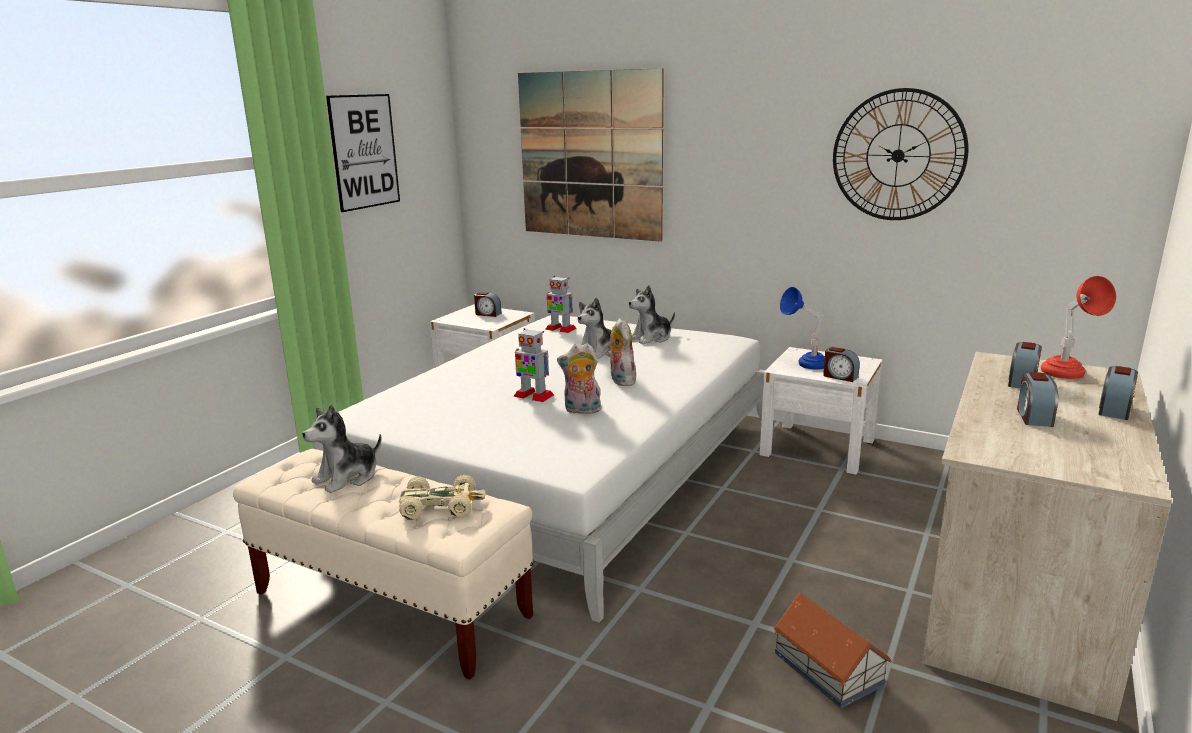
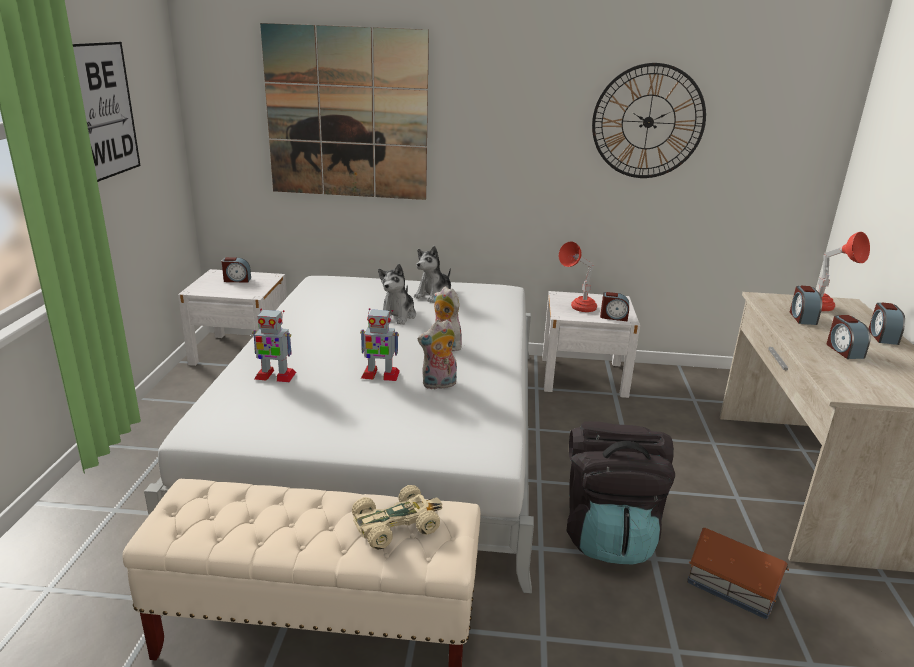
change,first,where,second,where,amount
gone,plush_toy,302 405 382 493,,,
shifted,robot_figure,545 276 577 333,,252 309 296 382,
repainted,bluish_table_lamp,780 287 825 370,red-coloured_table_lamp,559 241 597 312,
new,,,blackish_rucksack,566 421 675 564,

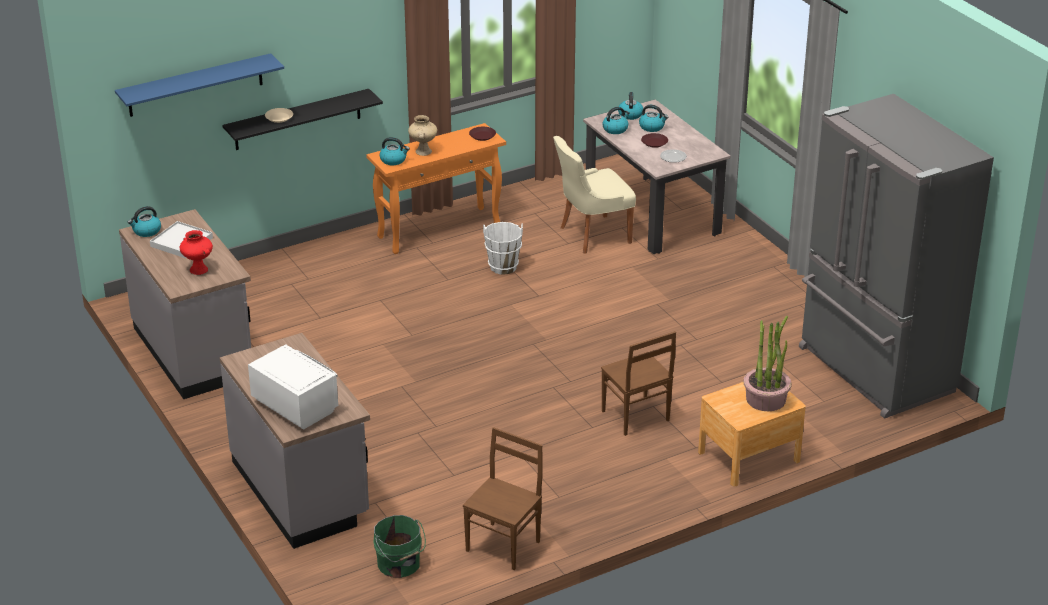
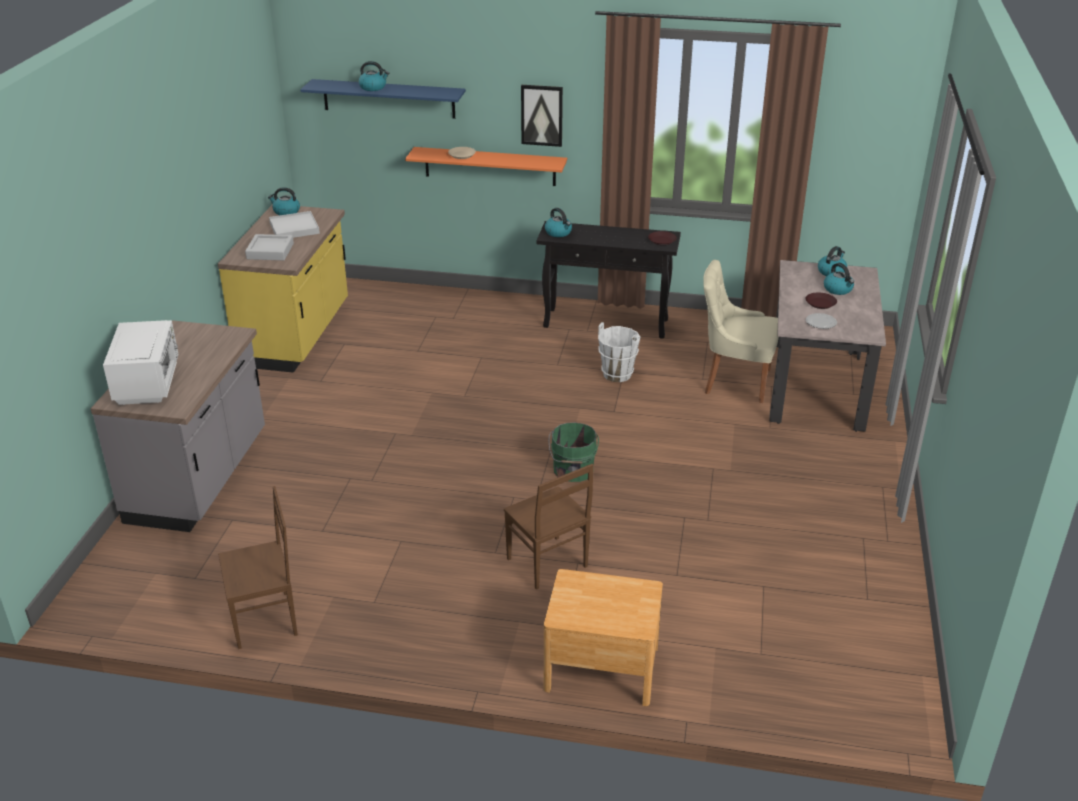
change,first,where,second,where,amount
repainted,greyish_kitchen_base_unit,119 209 251 399,yellow-coloured_kitchen_base_unit,218 204 348 373,
swapped,red-coloured_vase,180 230 213 275,greyish_tray,245 234 294 260,
repainted,blackish_bracket_shelf,222 89 383 150,orange_bracket_shelf,405 147 567 186,
repainted,orange_hall_table,366 123 506 254,blackish_hall_table,537 221 681 339,
shifted,greenish_water_bucket,374 515 426 578,,548 423 599 482,
gone,sand-coloured_vase,408 115 437 156,,,
rotated,brownish_plain_chair,601 331 676 436,,504 464 593 590,45 degrees counterclockwise
shifted,water_kettle,602 107 630 134,,358 61 389 91,
gone,potted_plant,743 316 792 411,,,
gone,greyish_refrigerator,799 94 994 419,,,
new,,,wall_picture,521 85 563 147,

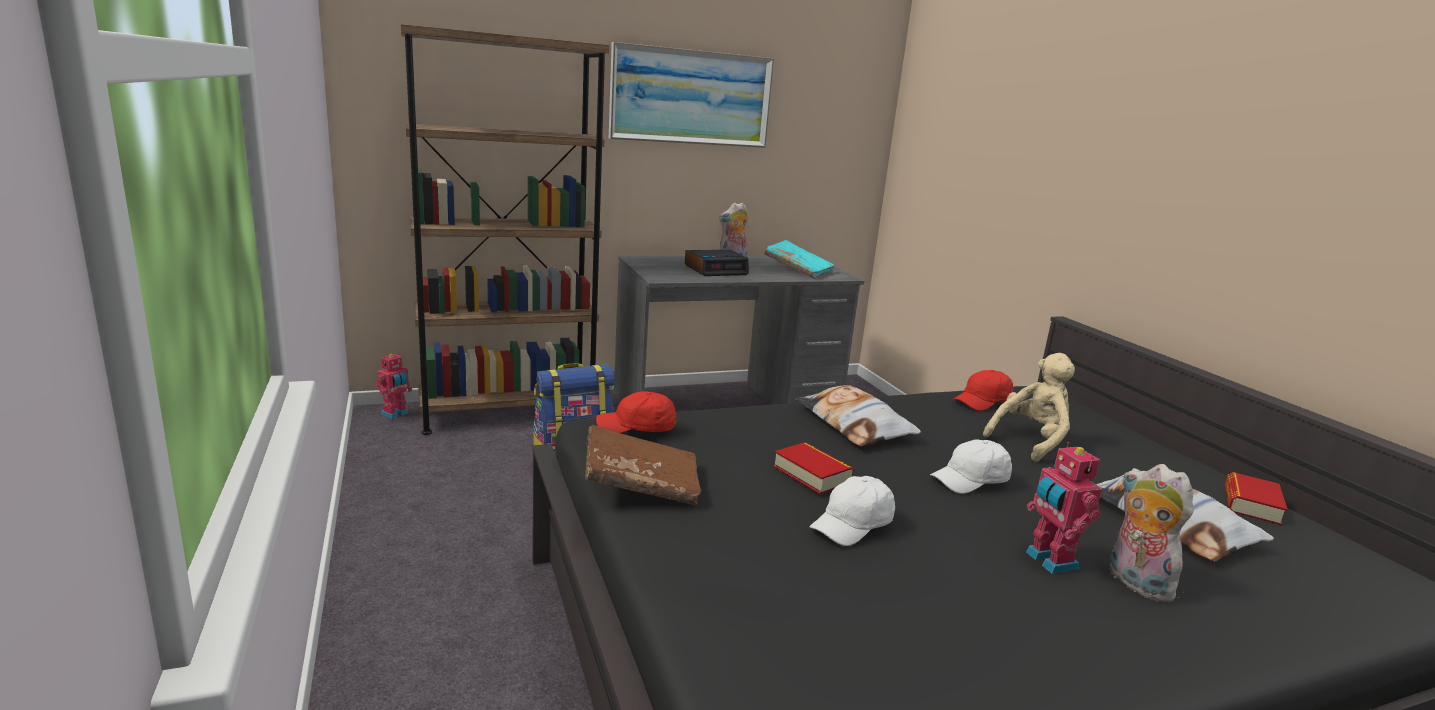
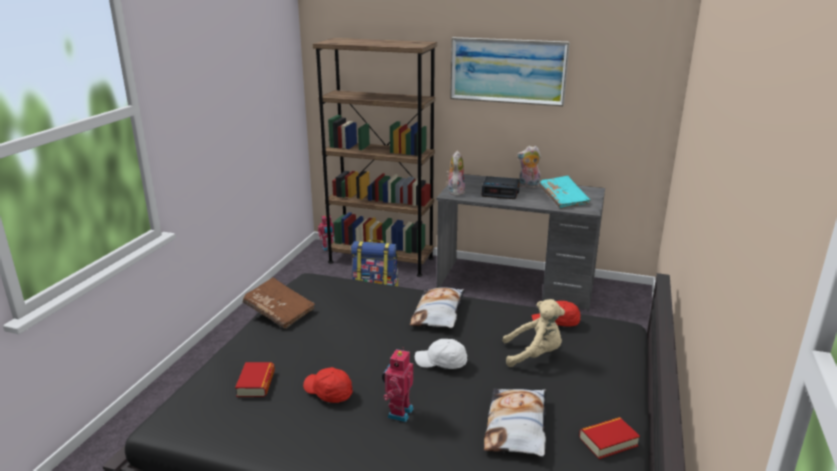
change,first,where,second,where,amount
shifted,red-coloured_cap,596 391 677 433,,303 367 353 403,
shifted,bound_book,773 442 854 494,,235 362 275 397,
gone,white-coloured_cap,809 476 895 546,,,
shifted,plush_toy,1110 464 1193 602,,446 151 465 196,

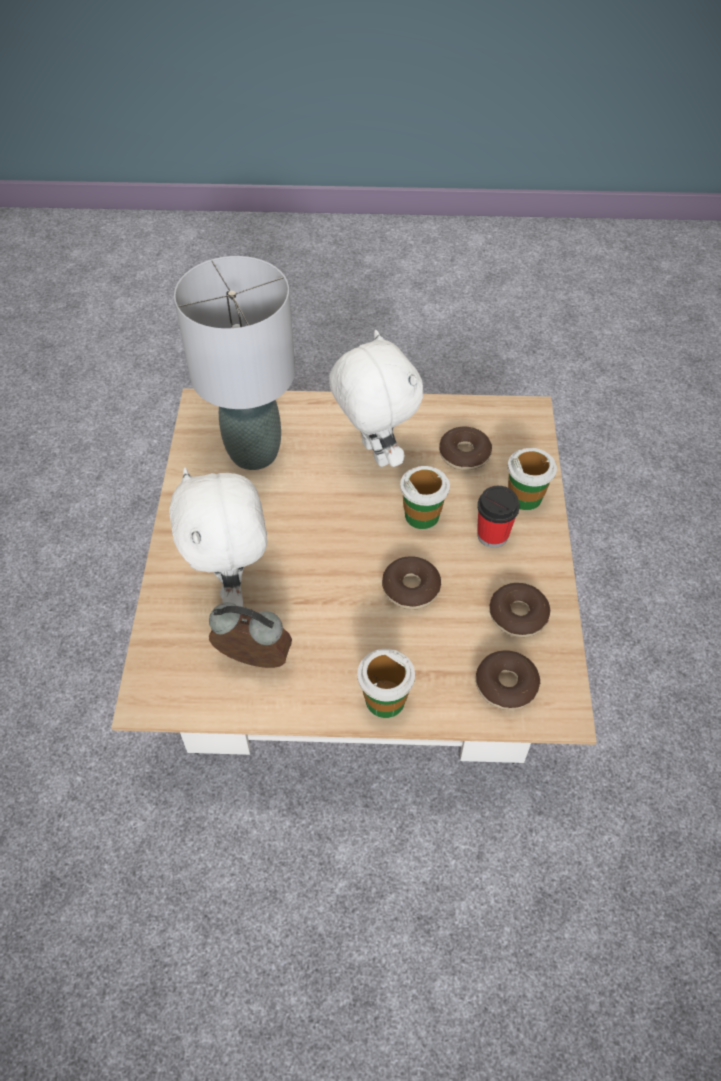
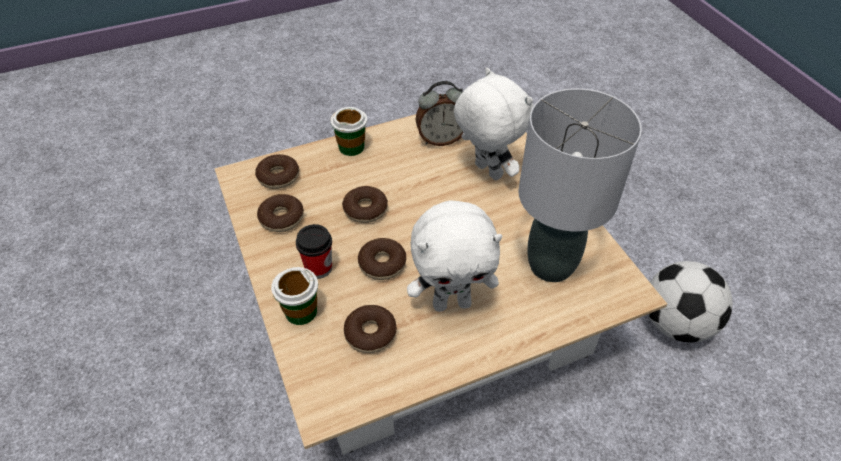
change,first,where,second,where,amount
rotated,white-coloured_plush_toy,329 330 423 467,,407 200 503 312,45 degrees counterclockwise
swapped,small_cup,400 466 450 529,doughnut,358 238 406 280,
new,,,football_ball,648 261 733 343,

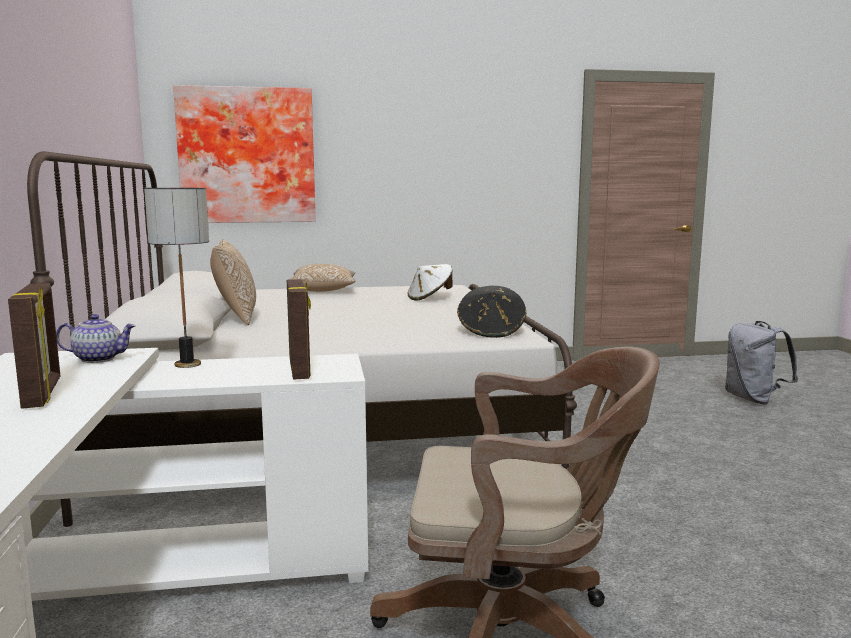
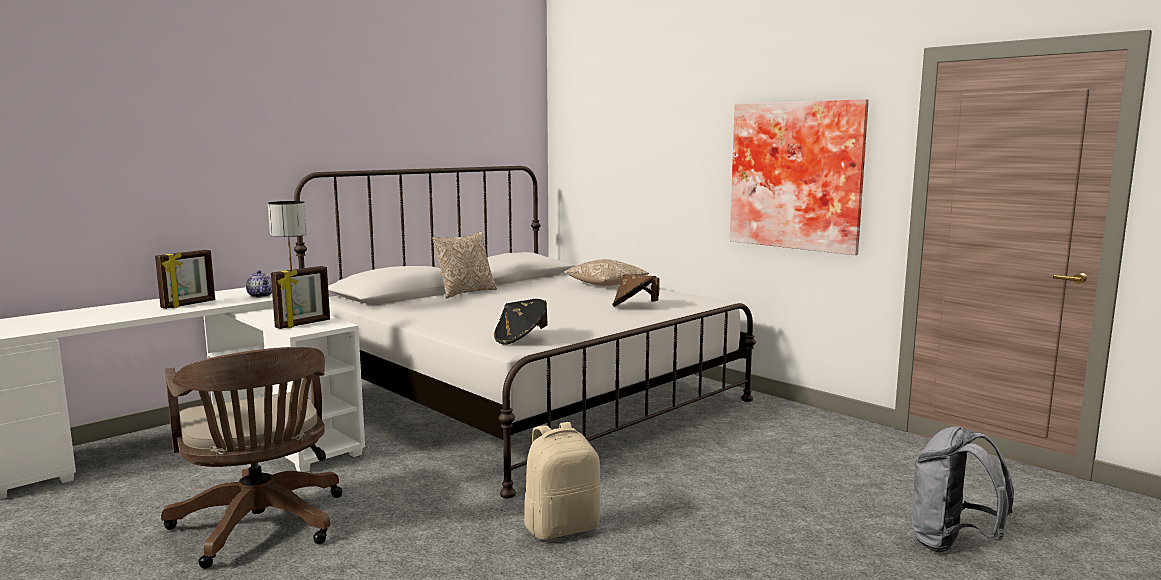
change,first,where,second,where,amount
shifted,wall_picture,173 85 316 223,,730 99 869 255,
repainted,white-coloured_hat,407 264 453 301,brownish_hat,613 274 660 307,
new,,,sand-coloured_rucksack,524 422 600 540,

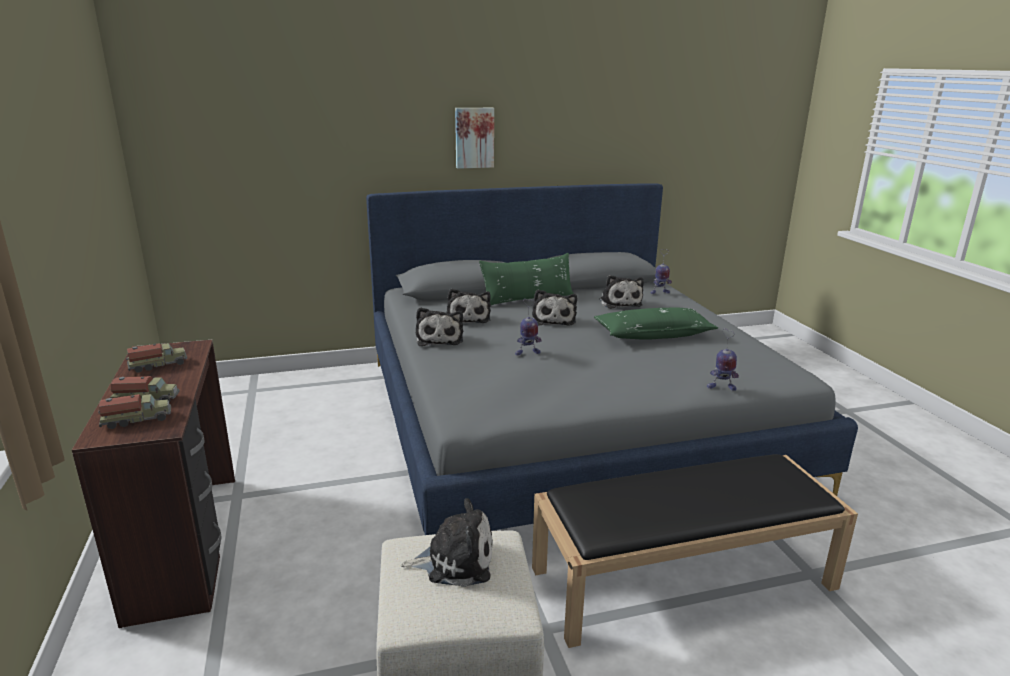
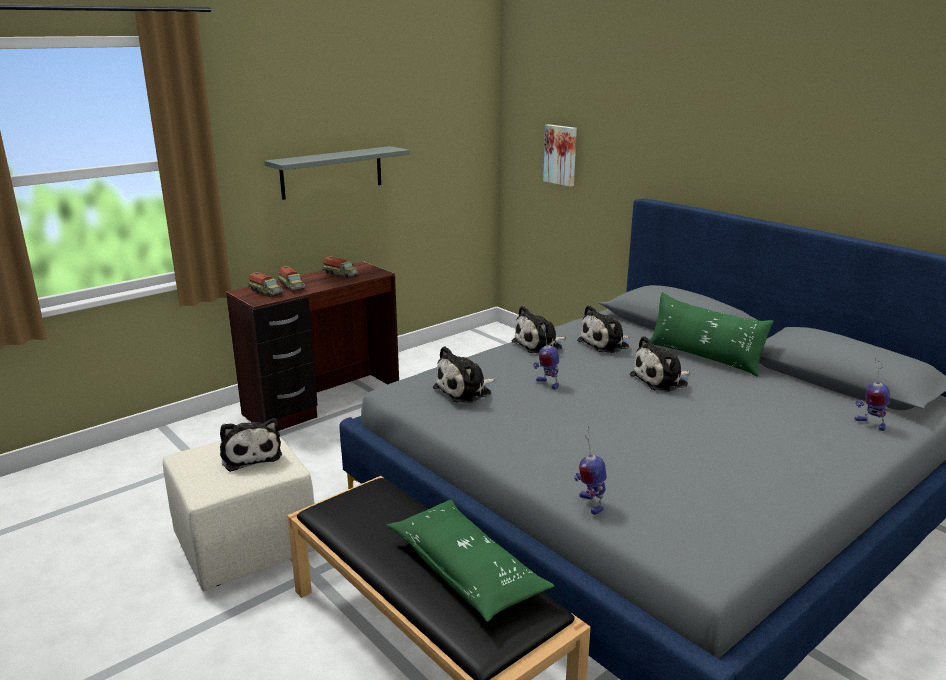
change,first,where,second,where,amount
shifted,wall_picture,455 108 494 169,,543 124 577 187,
shifted,greenish_throw_pillow,594 307 718 340,,386 500 555 622,
shifted,plush_toy,599 275 644 309,,433 346 495 403,
new,,,greyish_bracket_shelf,264 146 410 200,

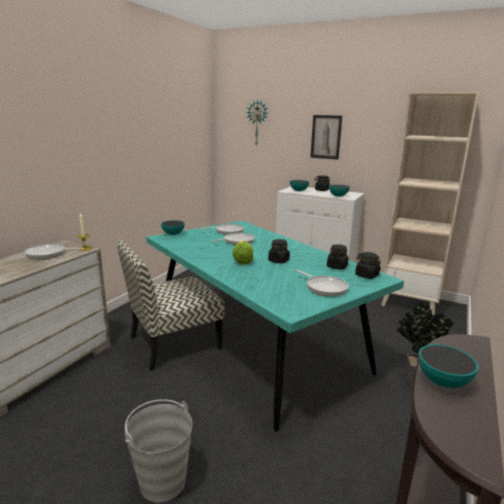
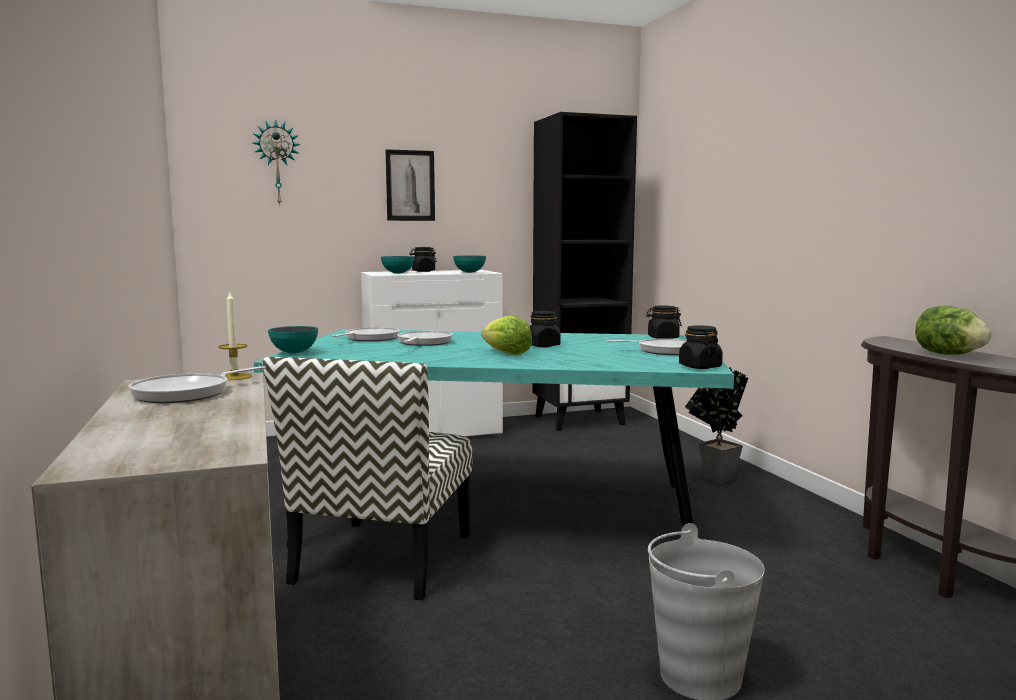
change,first,where,second,where,amount
shifted,blackish_storage_jar,327 244 348 270,,679 325 723 369,
repainted,sand-coloured_bookcase,381 91 479 315,blackish_bookcase,532 112 637 431,
swapped,deep_dish,419 344 479 388,lettuce,915 306 992 355,

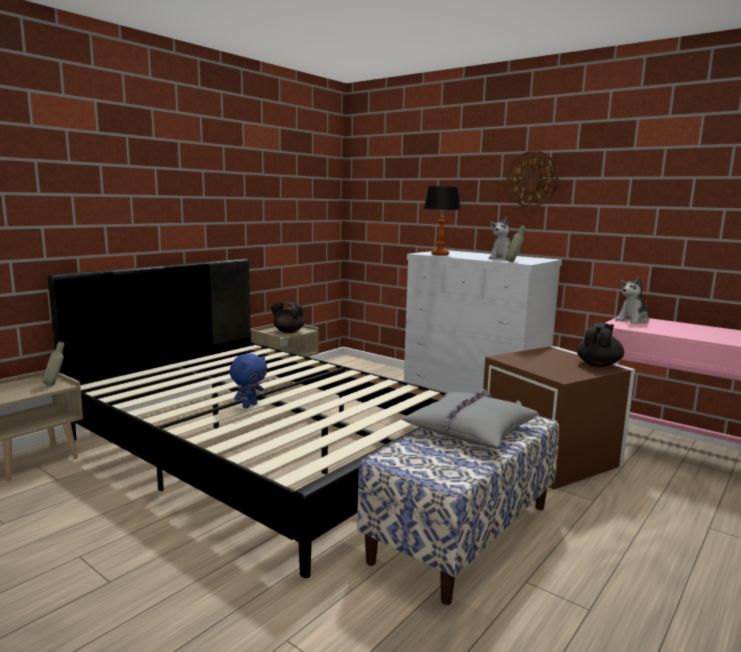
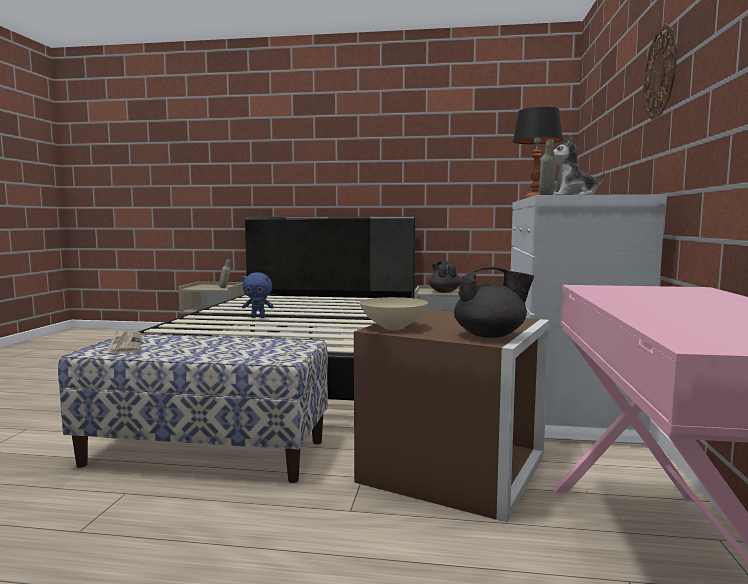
change,first,where,second,where,amount
gone,greyish_throw_pillow,401 389 539 448,,,
gone,plush_toy,615 276 649 324,,,
new,,,newspaper,107 330 142 354,
new,,,sand-coloured_deep_dish,360 297 428 330,

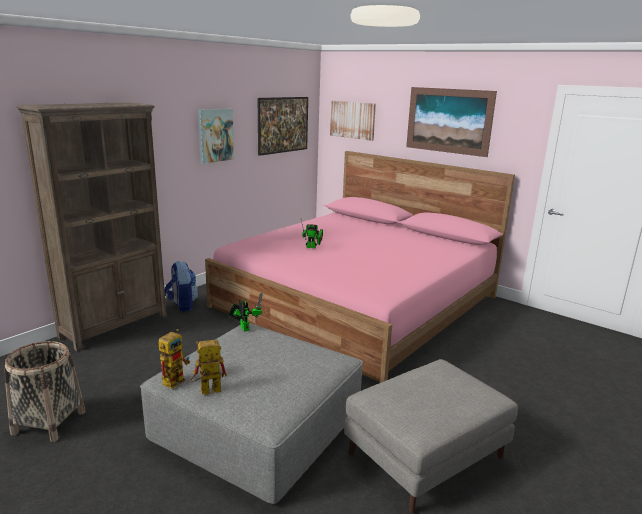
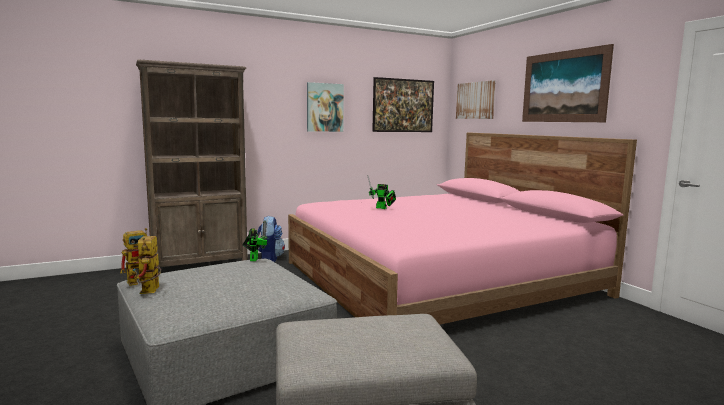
change,first,where,second,where,amount
gone,basket,4 341 85 442,,,
rotated,robot_figure,190 340 227 394,,133 236 161 294,105 degrees counterclockwise

